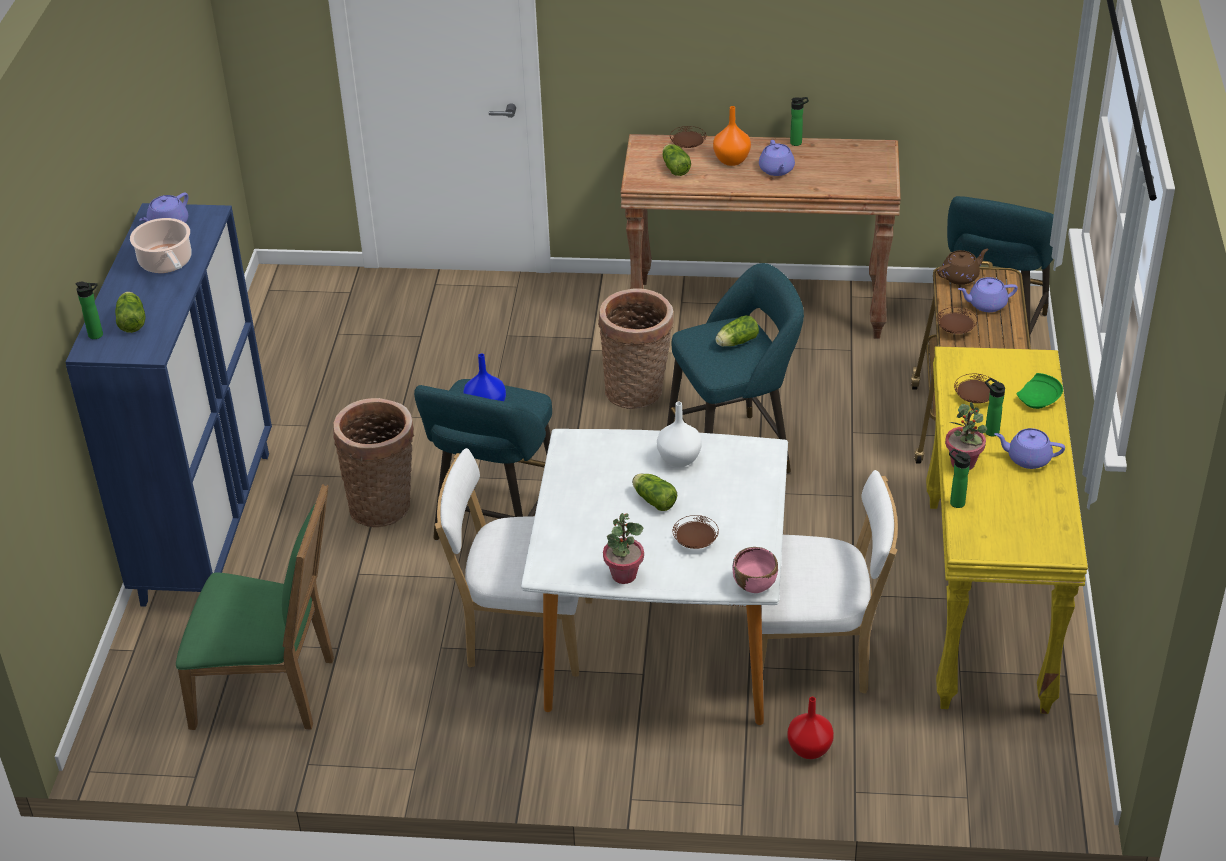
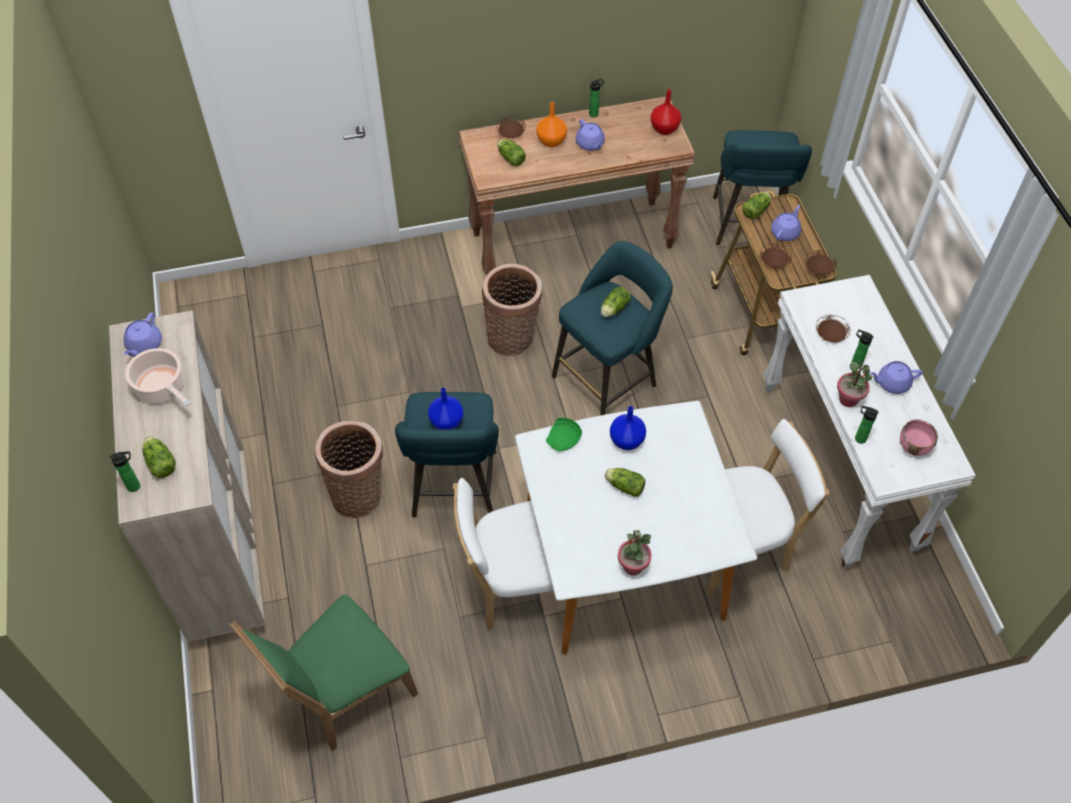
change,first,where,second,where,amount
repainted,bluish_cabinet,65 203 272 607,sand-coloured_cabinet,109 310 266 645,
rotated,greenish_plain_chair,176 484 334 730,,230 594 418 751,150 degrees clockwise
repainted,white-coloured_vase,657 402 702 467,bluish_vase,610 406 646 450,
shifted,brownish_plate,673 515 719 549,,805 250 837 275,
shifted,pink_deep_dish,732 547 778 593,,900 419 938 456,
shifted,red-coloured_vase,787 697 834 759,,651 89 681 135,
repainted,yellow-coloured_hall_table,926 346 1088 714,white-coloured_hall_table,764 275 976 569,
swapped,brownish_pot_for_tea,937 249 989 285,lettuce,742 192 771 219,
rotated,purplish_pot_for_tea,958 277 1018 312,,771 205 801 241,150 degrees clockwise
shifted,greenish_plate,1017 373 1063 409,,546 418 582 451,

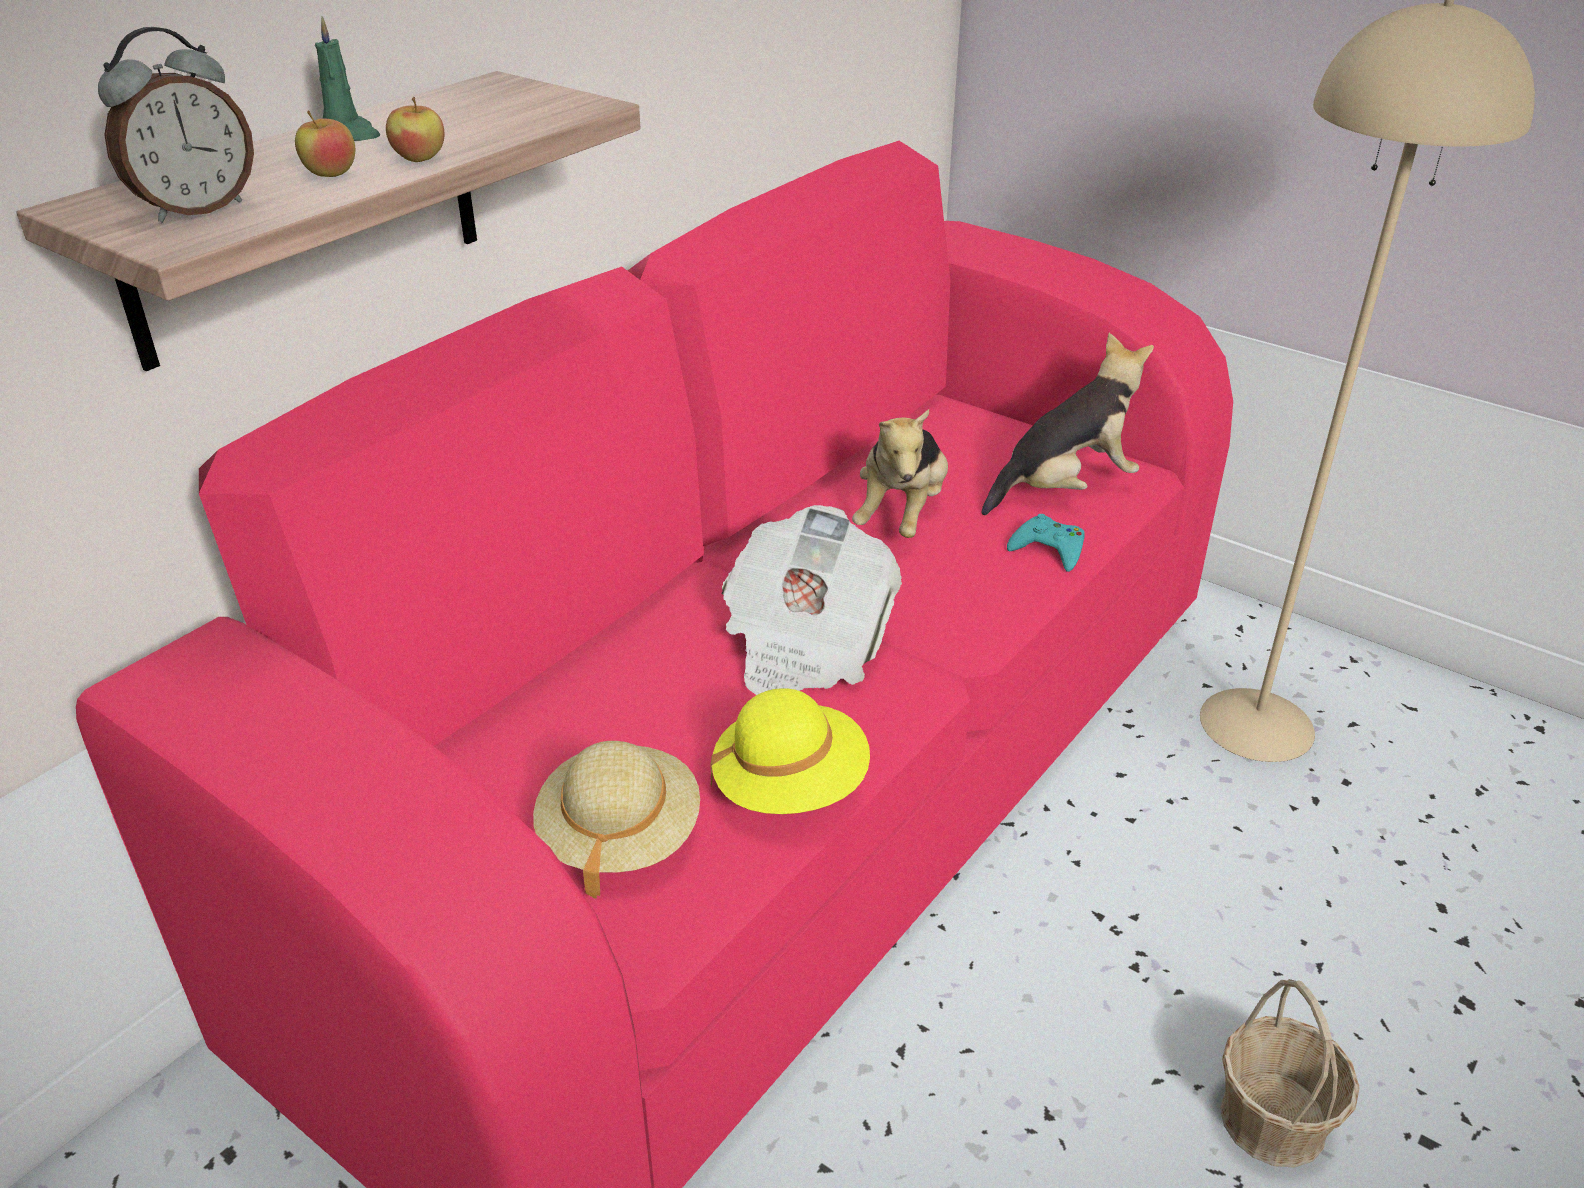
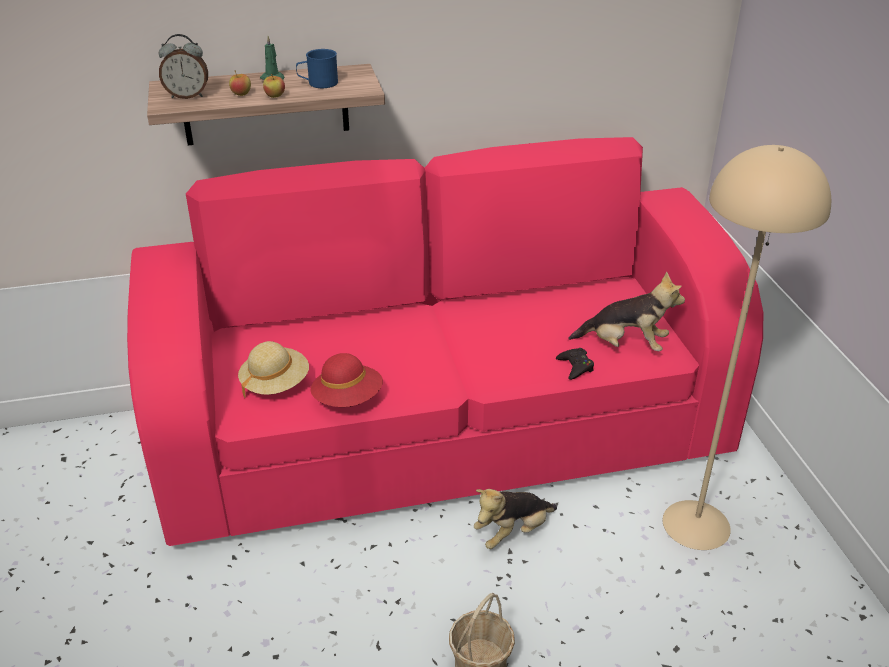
change,first,where,second,where,amount
repainted,yellow-coloured_hat,710 688 870 814,red-coloured_hat,311 353 383 407,
gone,newspaper,721 505 902 695,,,
shifted,plush_toy,852 409 948 538,,474 489 557 549,
repainted,blue-green_gamepad,1007 514 1085 572,blackish_gamepad,556 348 594 380,
new,,,bluish_tea_mug,296 49 338 88,

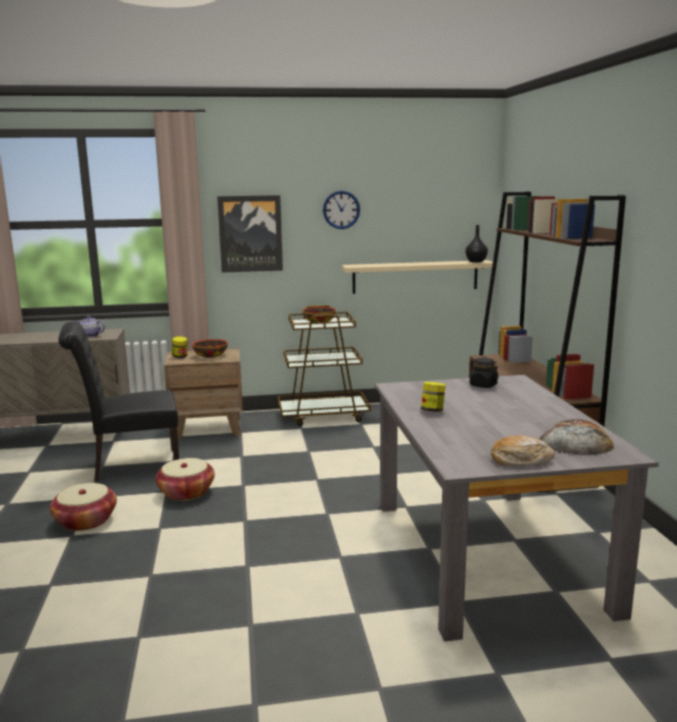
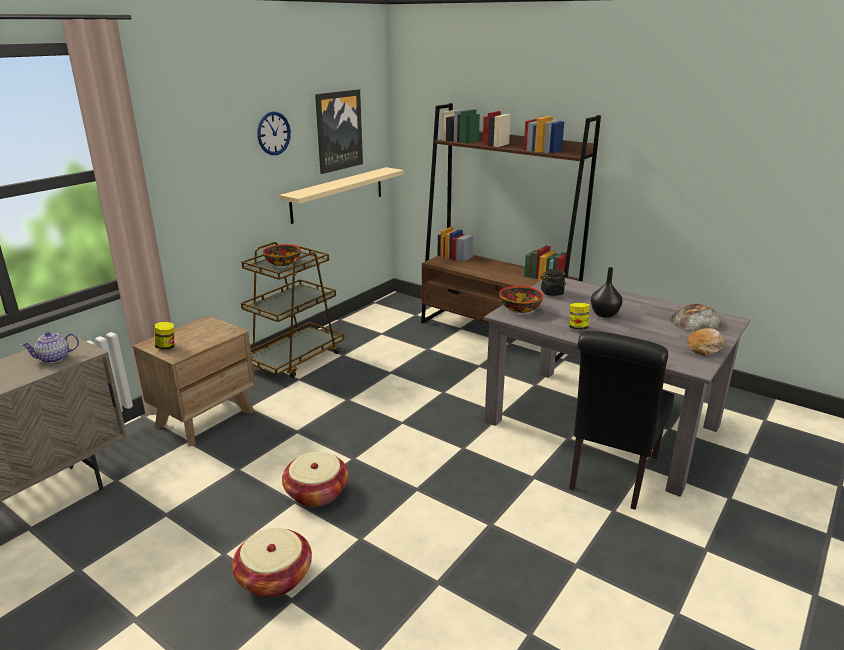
change,first,where,second,where,amount
shifted,blackish_plain_chair,58 321 179 481,,569 331 675 510,
shifted,deep_dish,192 339 228 358,,499 286 544 313,
shifted,wall_picture,217 195 283 273,,315 89 363 174,
shifted,blackish_vase,465 225 488 263,,591 267 623 318,

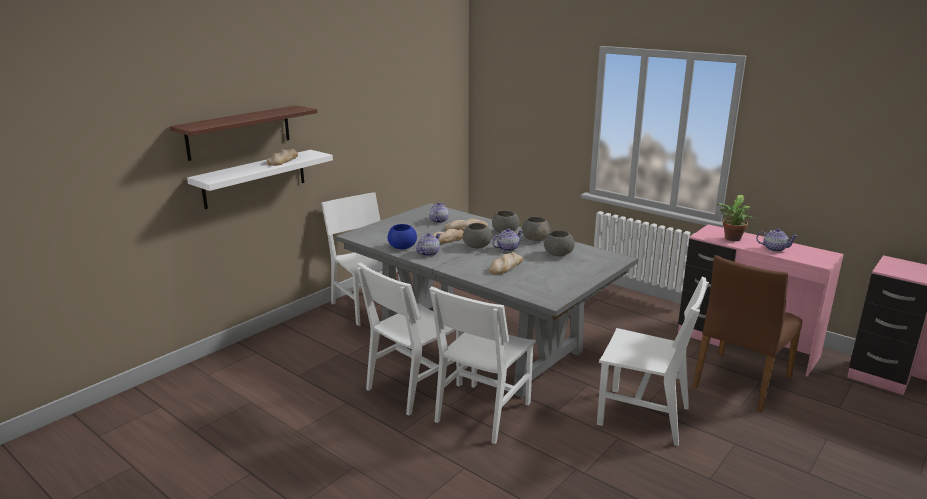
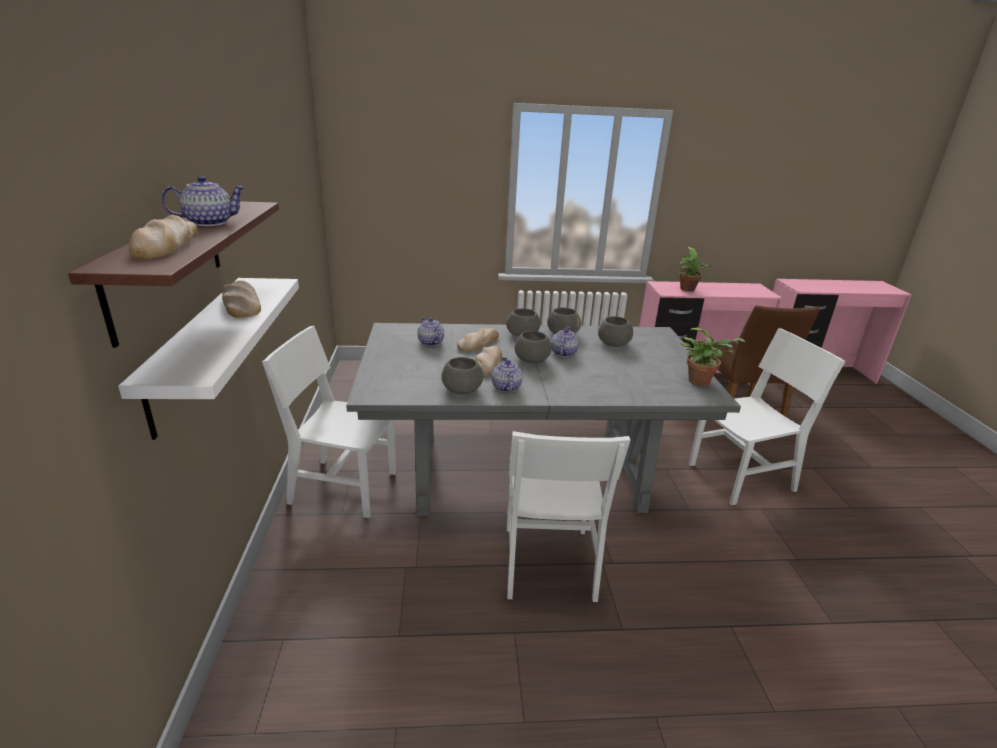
change,first,where,second,where,amount
repainted,bluish_deep_dish,387 224 417 249,greyish_deep_dish,441 357 483 395,
gone,white-coloured_plain_chair,429 286 536 444,,,
shifted,baked_bread,489 252 523 275,,129 215 198 259,
shifted,pot_for_tea,756 228 798 252,,161 176 246 226,
new,,,potted_plant,681 327 745 386,

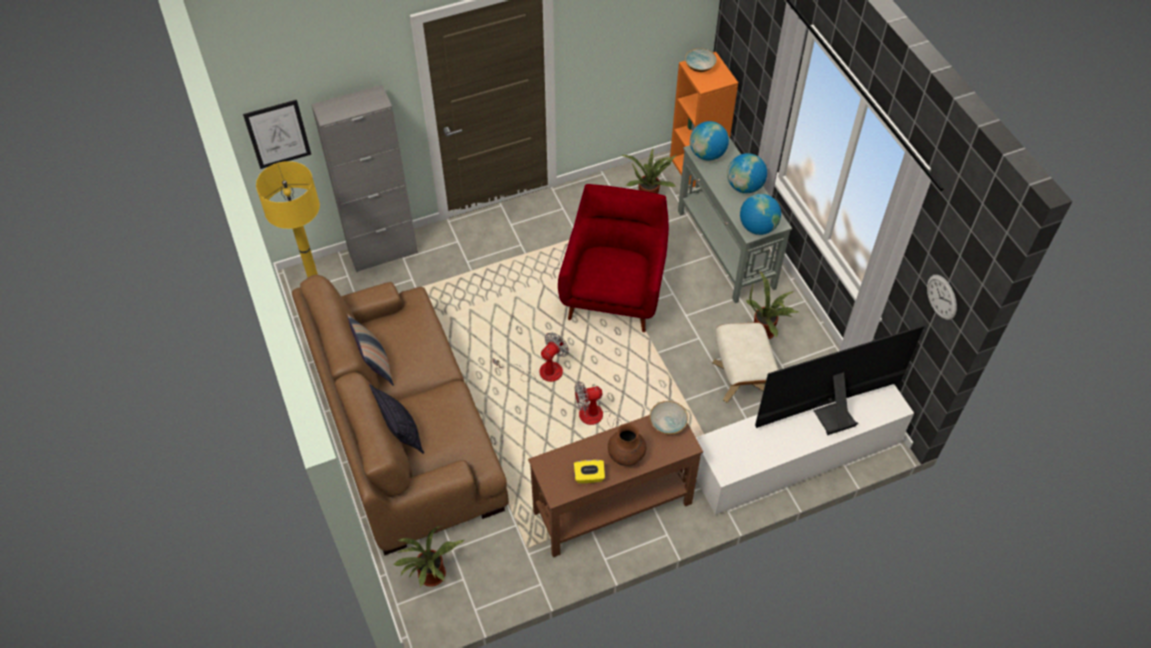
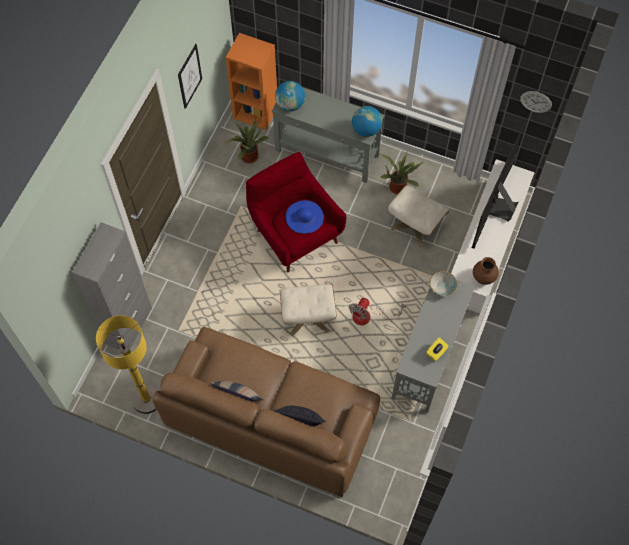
change,first,where,second,where,amount
shifted,wall_picture,243 100 311 169,,178 44 202 109,
gone,potted_plant,393 526 464 587,,,
swapped,cooling_fan,493 333 569 383,sand-coloured_pouffe,280 284 337 336,
repainted,brownish_hall_table,528 415 703 557,greyish_hall_table,391 272 475 413,
shifted,brownish_vase,608 423 646 466,,473 257 499 285,
gone,deep_dish,685 48 717 72,,,
gone,world_globe,727 153 767 193,,,
new,,,bluish_hat,286 200 324 234,

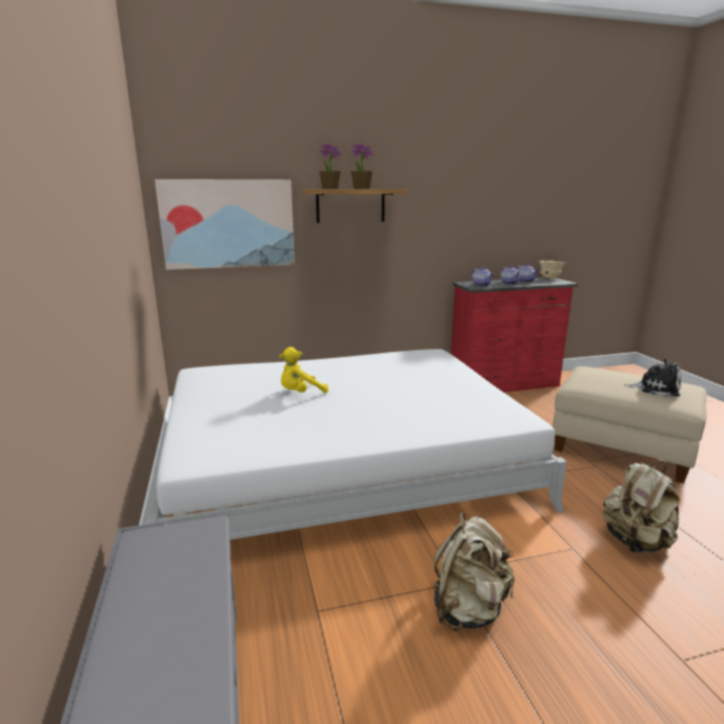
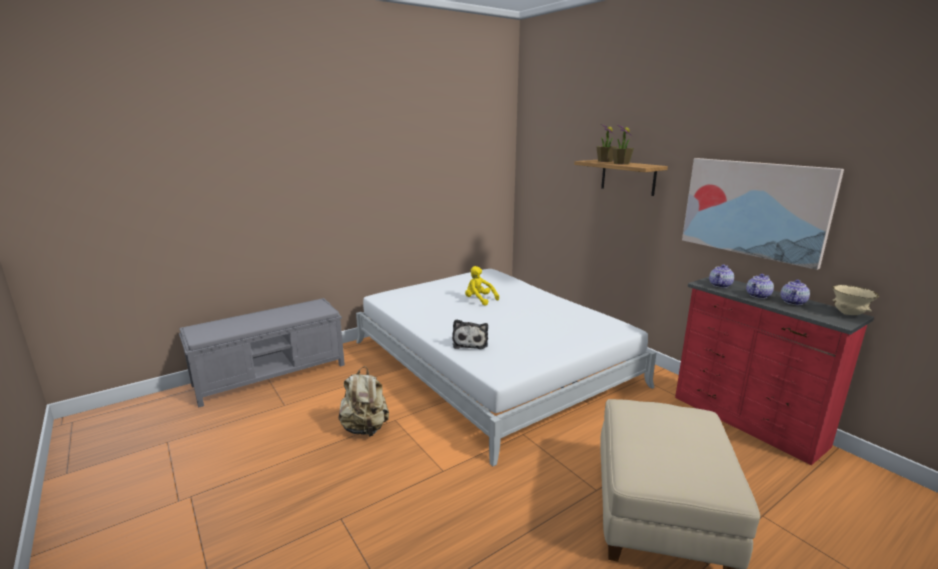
change,first,where,second,where,amount
shifted,wall_picture,155 179 295 270,,682 158 844 270,
gone,sand-coloured_rucksack,603 460 680 553,,,
shifted,plush_toy,624 358 681 397,,452 319 488 349,

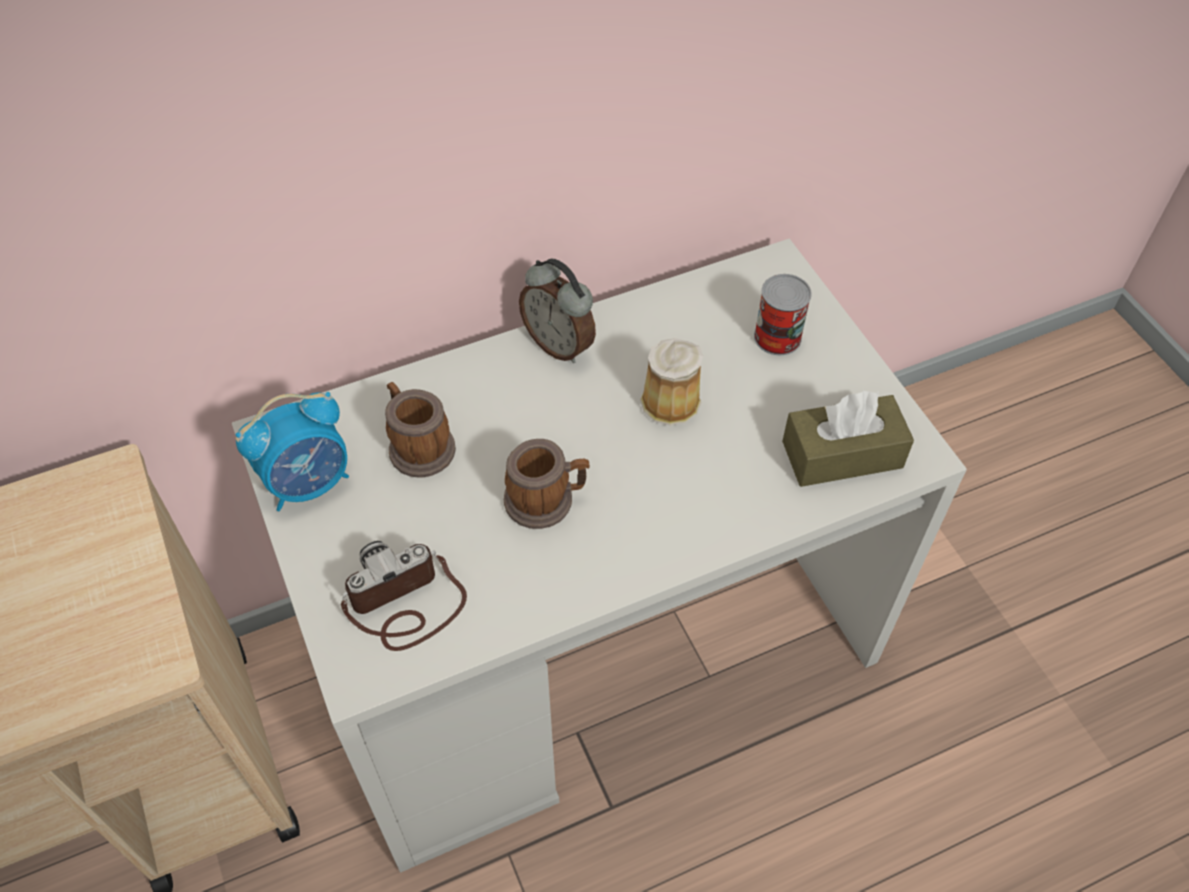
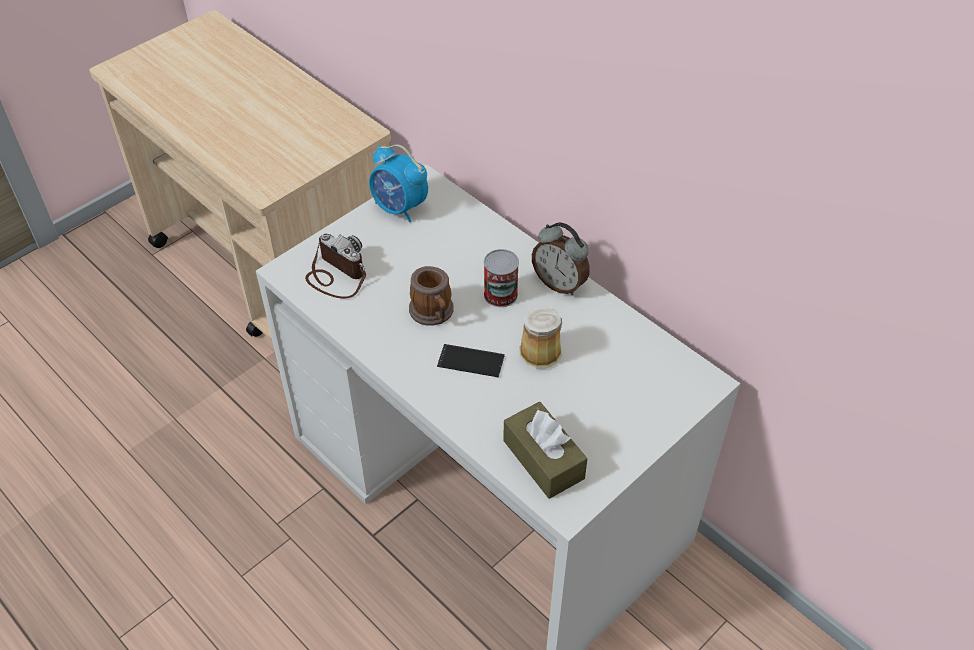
change,first,where,second,where,amount
gone,tea_mug,385 382 456 478,,,
rotated,table_clock,519 259 596 363,,532 222 590 295,75 degrees counterclockwise
shifted,sealed_can,754 274 812 355,,484 249 519 307,
new,,,telephone,437 344 505 378,

